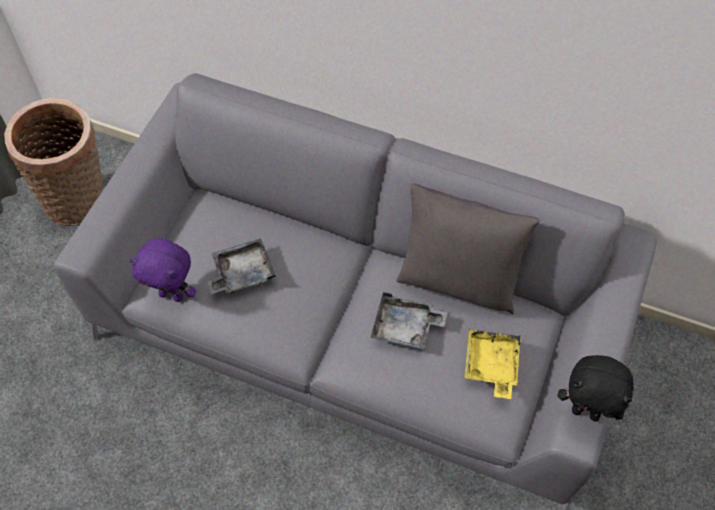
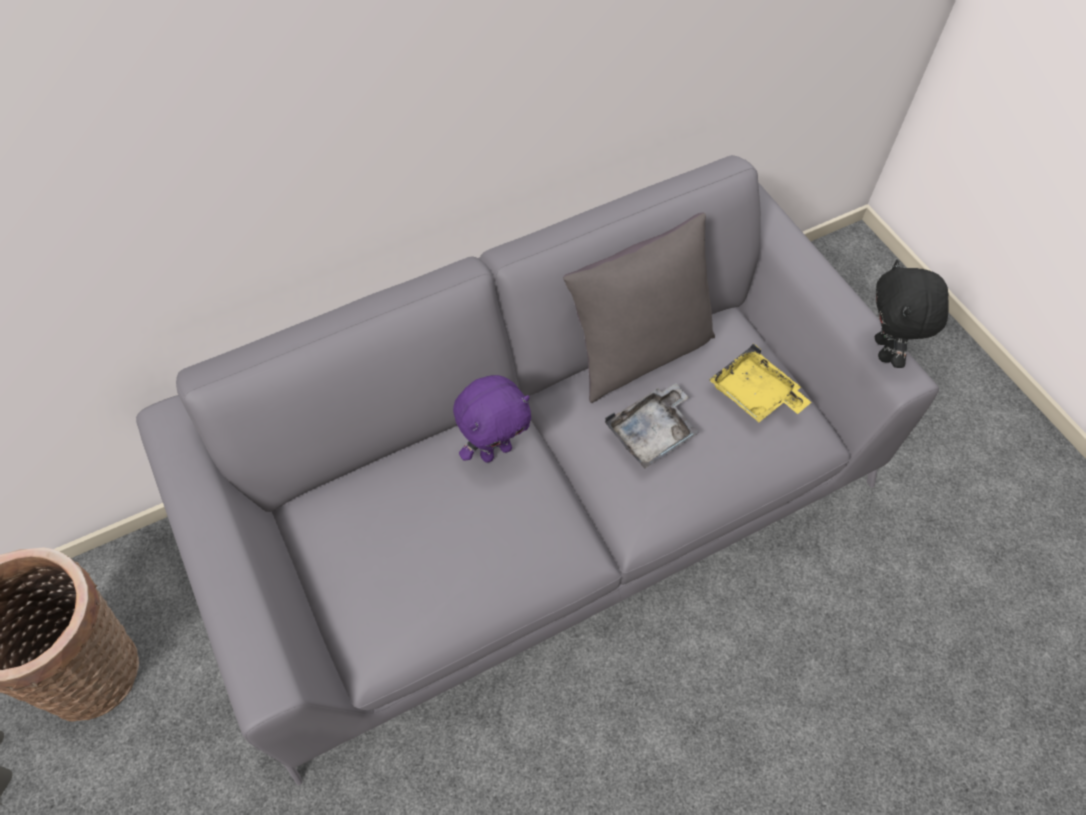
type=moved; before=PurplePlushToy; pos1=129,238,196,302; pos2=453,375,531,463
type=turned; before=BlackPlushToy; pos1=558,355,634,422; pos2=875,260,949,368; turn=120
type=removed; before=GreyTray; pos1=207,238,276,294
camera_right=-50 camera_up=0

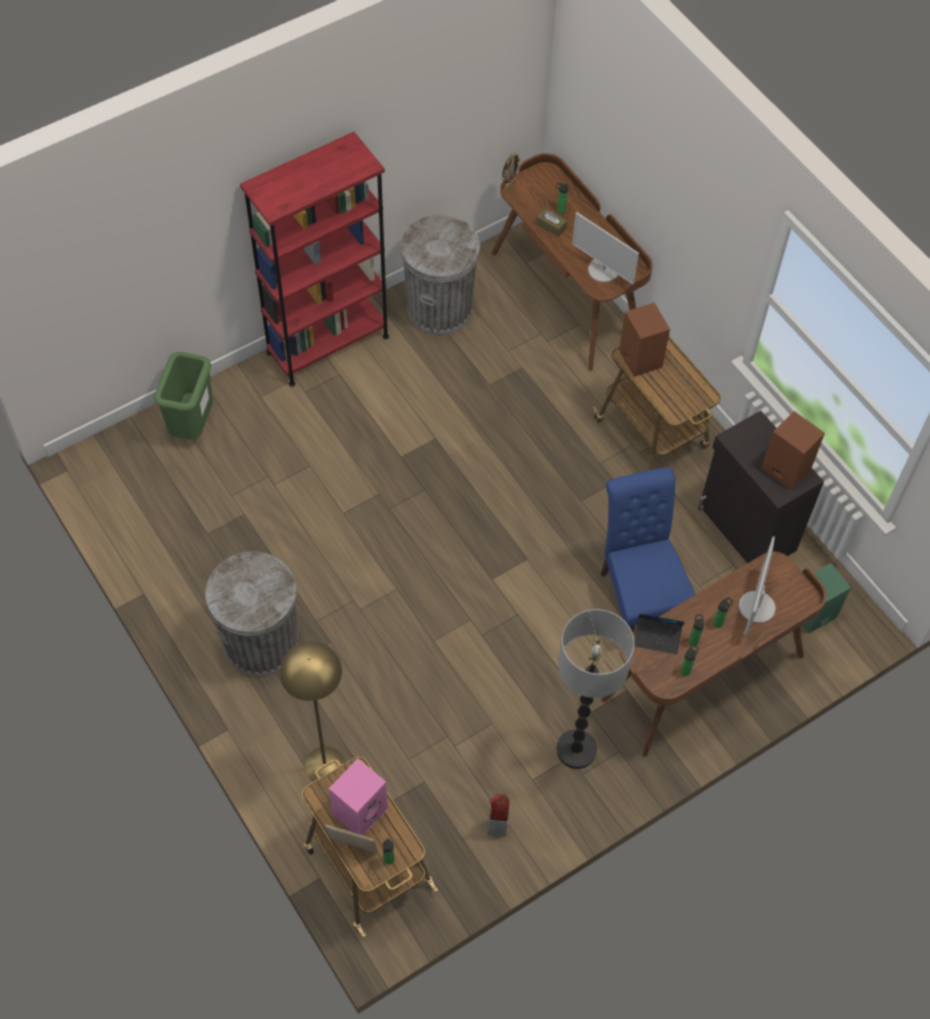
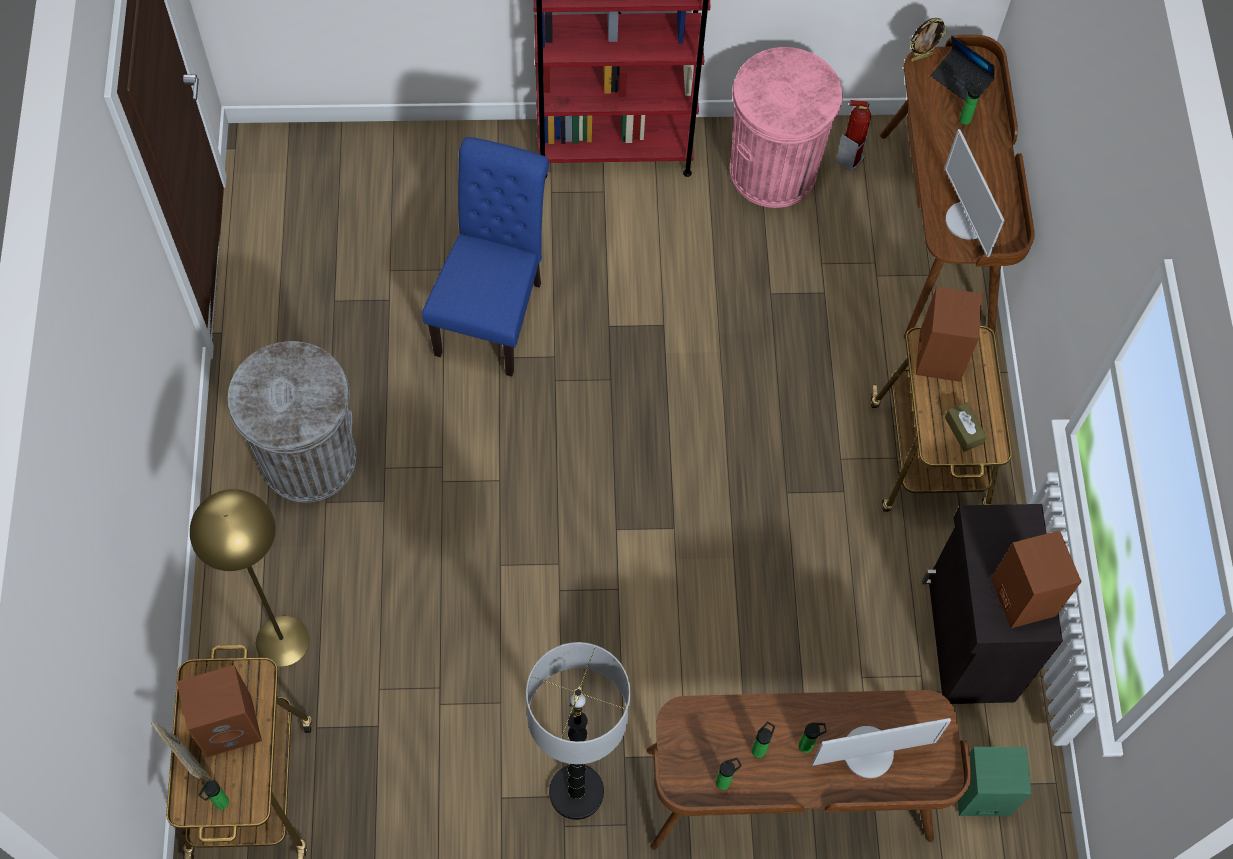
type=recoloured; before=PinkSpeaker; after=BrownSpeaker; pos1=329,758,388,836; pos2=176,665,262,758
type=moved; before=BlueChair; pos1=600,467,696,632; pos2=422,137,549,377
type=recoloured; before=GreyTrashCan; after=PinkTrashCan; pos1=400,215,480,335; pos2=730,47,843,208
type=turned; before=Monitor; pos1=739,536,776,637; pos2=812,718,951,778; turn=-150
type=moved; before=FireExtinguisher; pos1=488,793,510,836; pos2=836,100,871,172
type=moved; before=Laptop; pos1=634,614,685,654; pos2=931,36,995,101
type=moved; before=BrownTissueBox; pos1=536,208,567,237; pos2=945,402,987,452
type=removed; before=GreenTrashCan; pos1=154,352,213,440
camera_right=30 camera_up=5

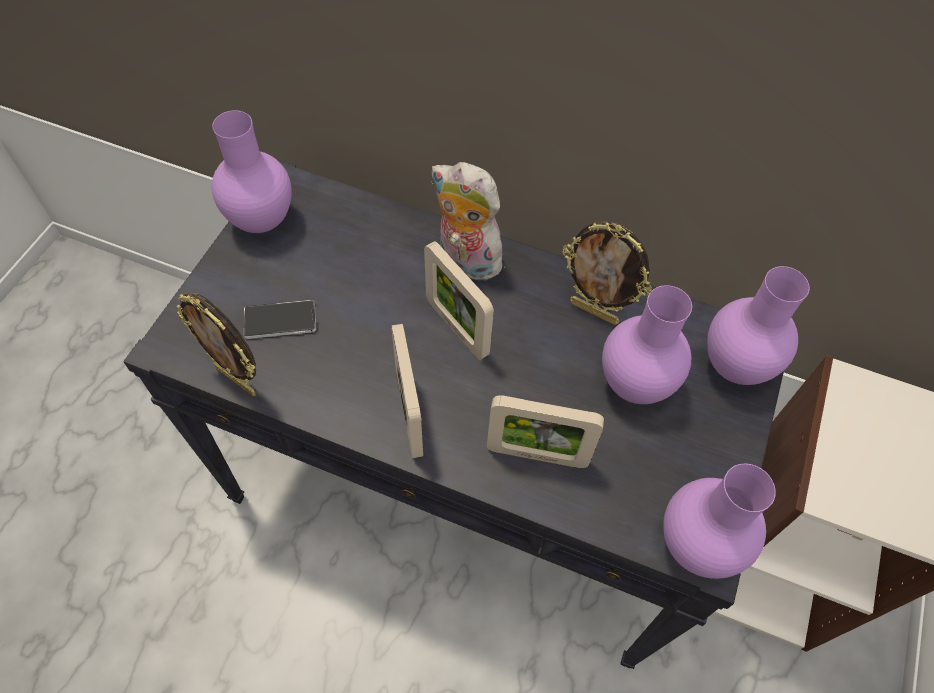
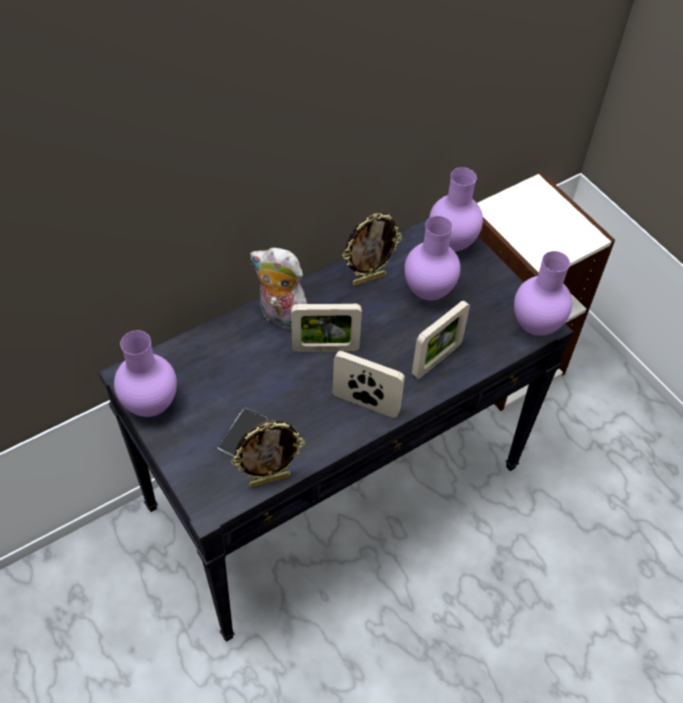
type=turned; before=PlushToy; pos1=431,162,510,281; pos2=250,247,307,329; turn=45
camera_right=-55 camera_up=-5

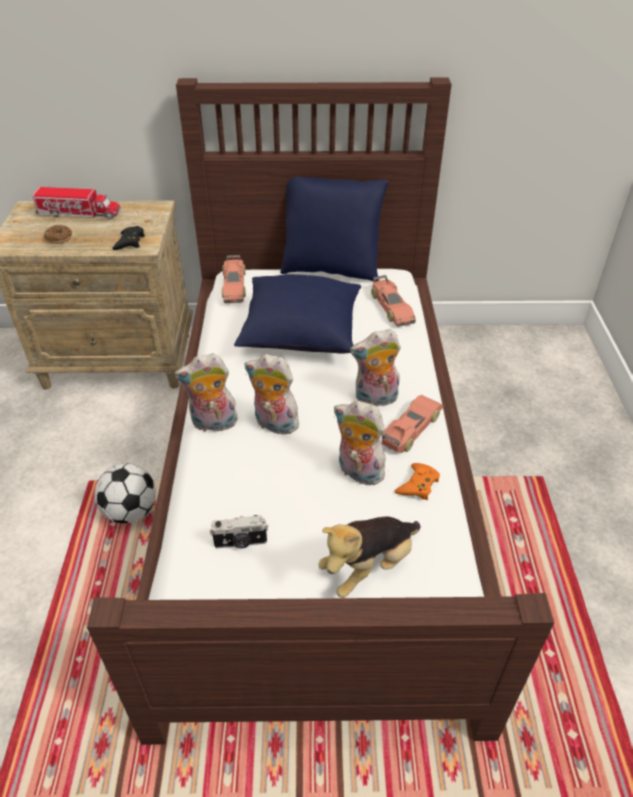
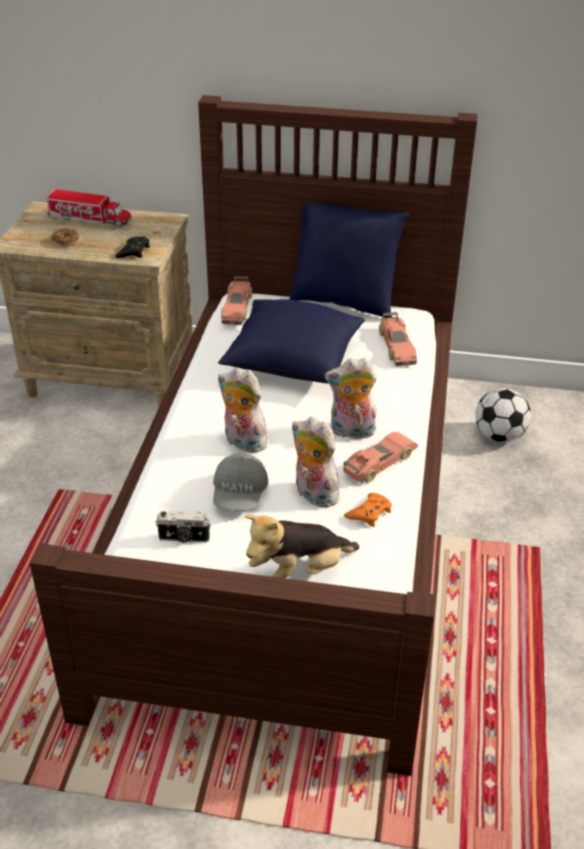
type=added; after=GreyCap; pos2=213,453,269,510
type=moved; before=Football; pos1=94,464,156,523; pos2=475,388,531,442
type=removed; before=PlushToy; pos1=174,353,238,432
camera_right=10 camera_up=-5

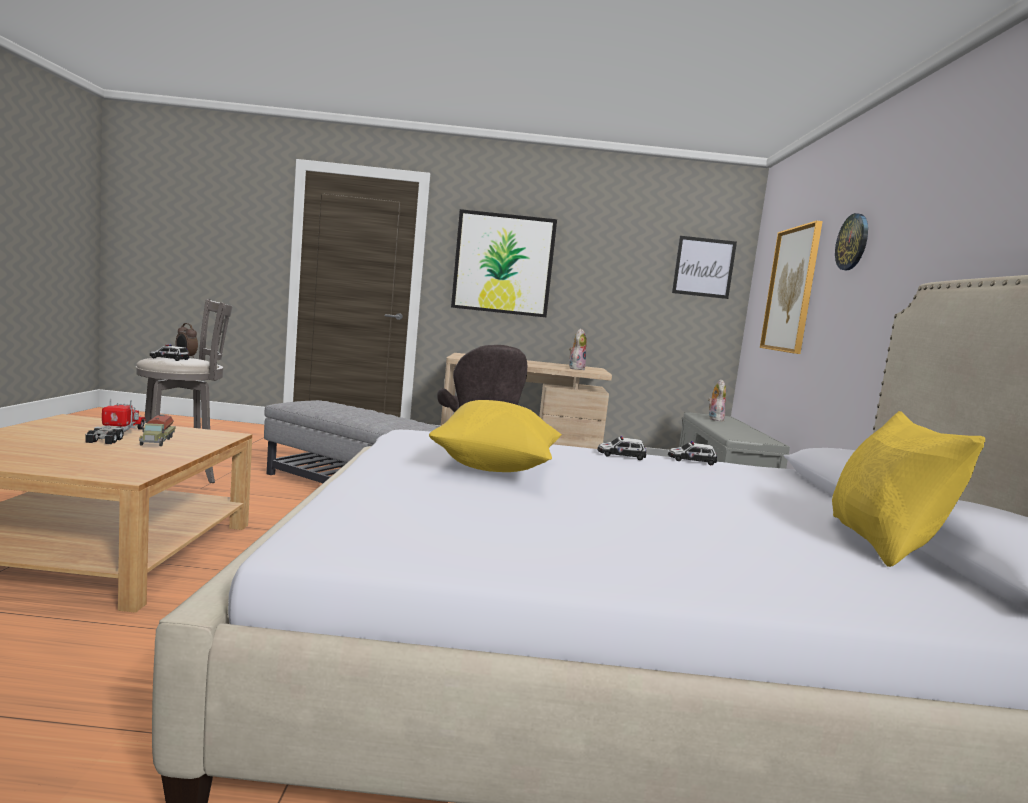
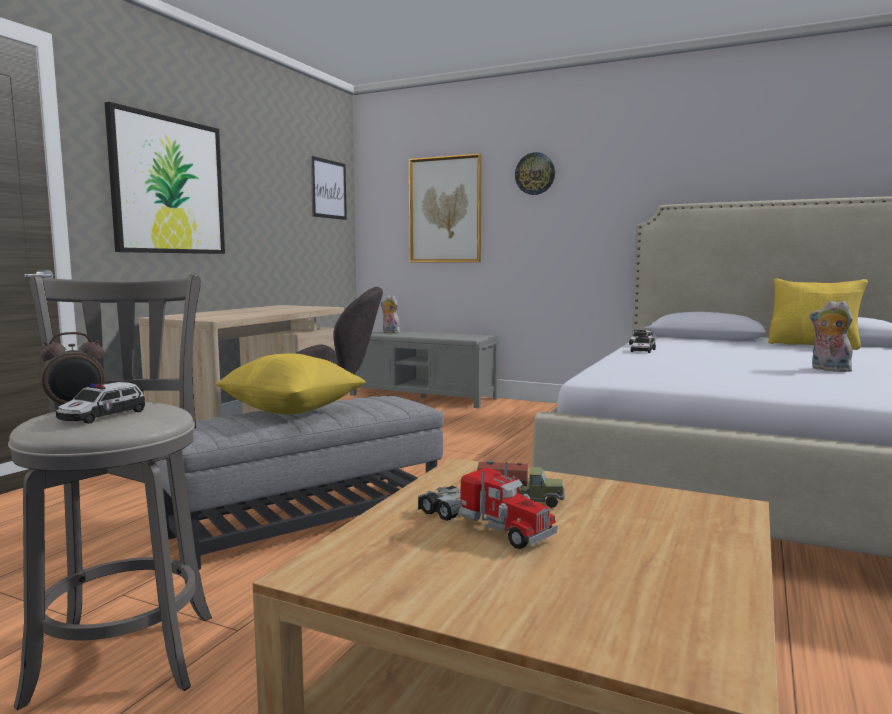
type=moved; before=YellowPillow; pos1=429,400,562,472; pos2=215,353,366,414
type=turned; before=ToyTruck; pos1=85,399,146,444; pos2=418,462,558,549; turn=-150
type=moved; before=PlushToy; pos1=569,329,587,370; pos2=810,301,853,372
camera_right=-65 camera_up=0

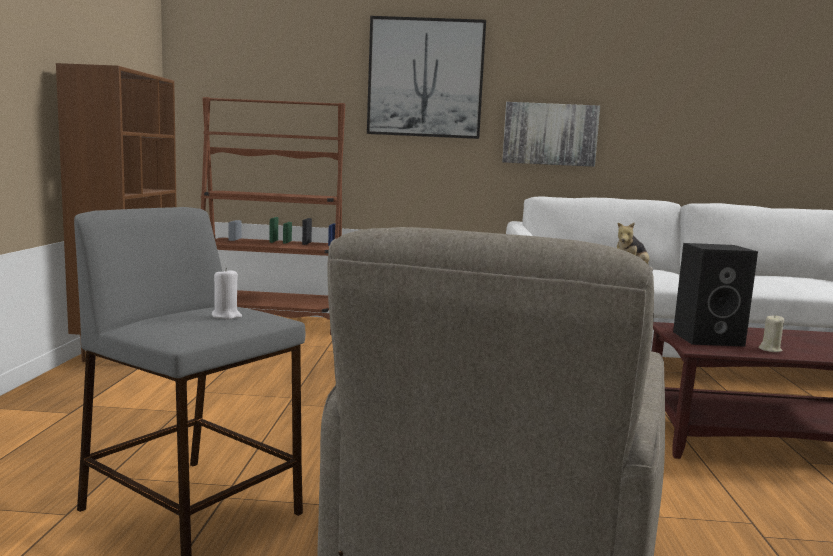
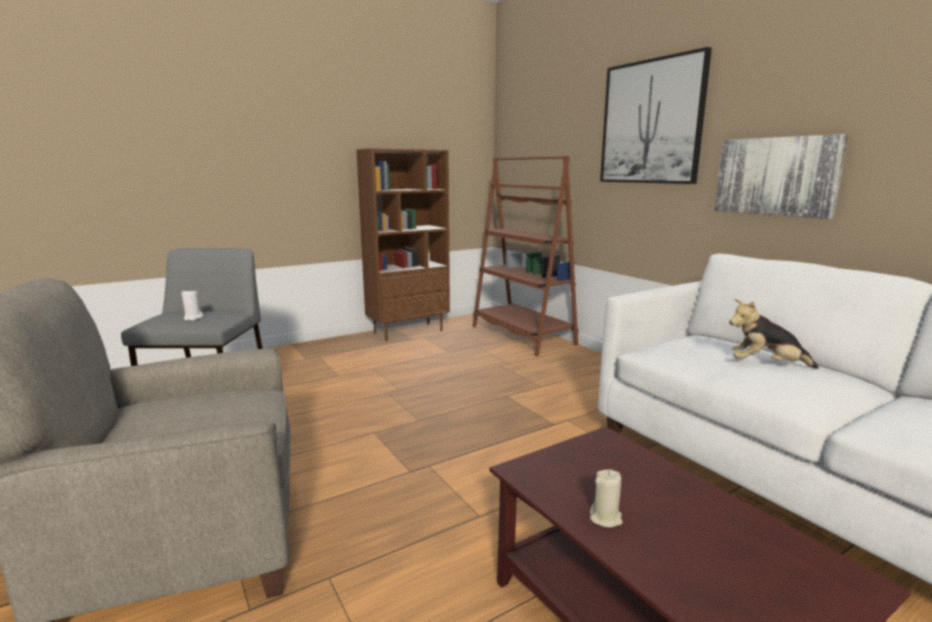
type=removed; before=BlackSpeaker; pos1=673,243,758,347
camera_right=55 camera_up=5

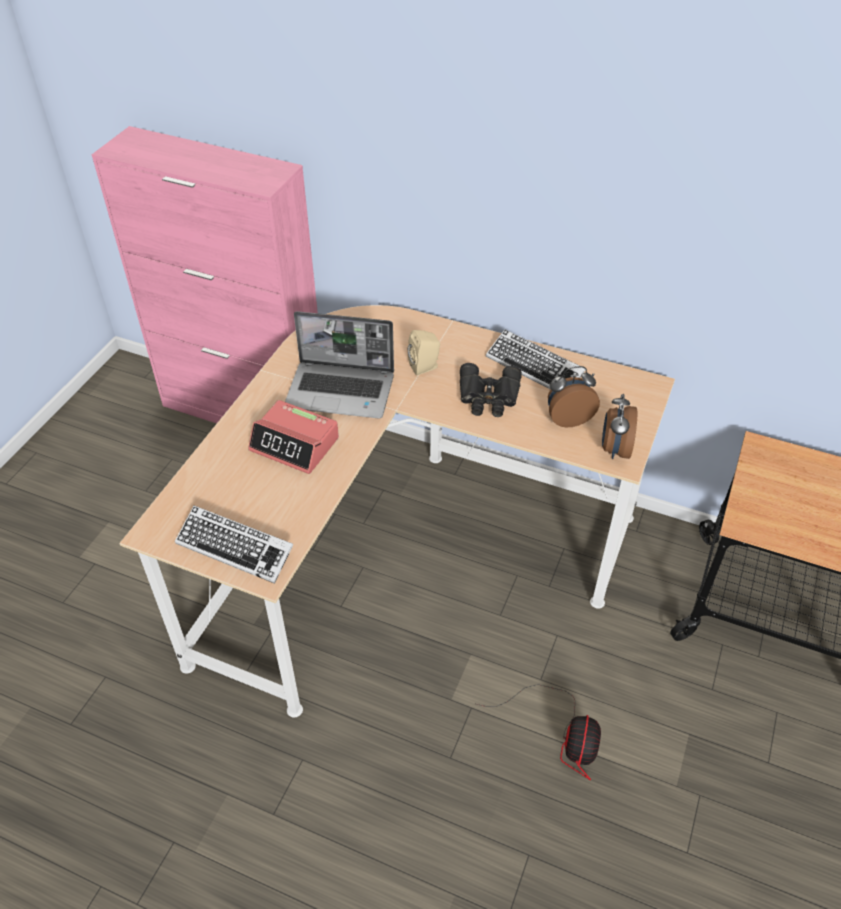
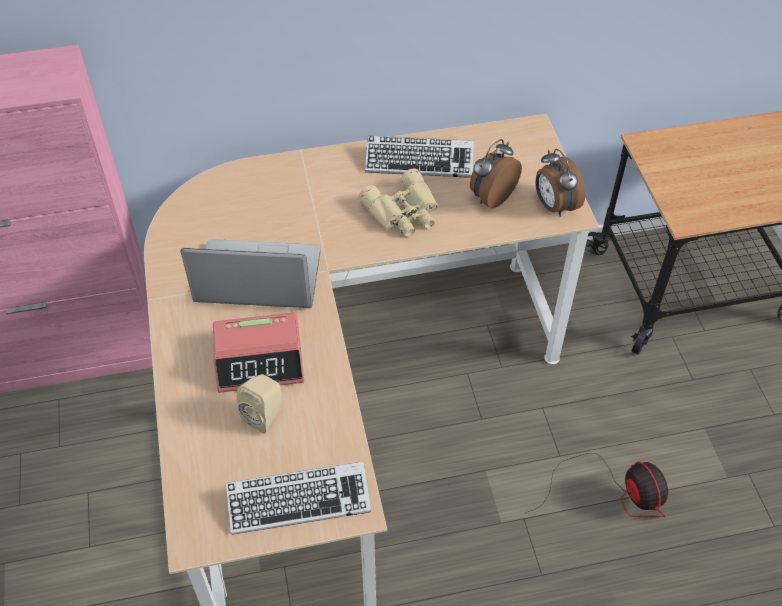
type=turned; before=Laptop; pos1=285,311,394,419; pos2=181,239,321,308; turn=-150
type=moved; before=BeigeSpeaker; pos1=407,330,440,375; pos2=237,374,282,434
type=recoloured; before=BlackBinoculars; after=BeigeBinoculars; pos1=460,363,522,417; pos2=359,168,438,237
camera_right=-35 camera_up=5

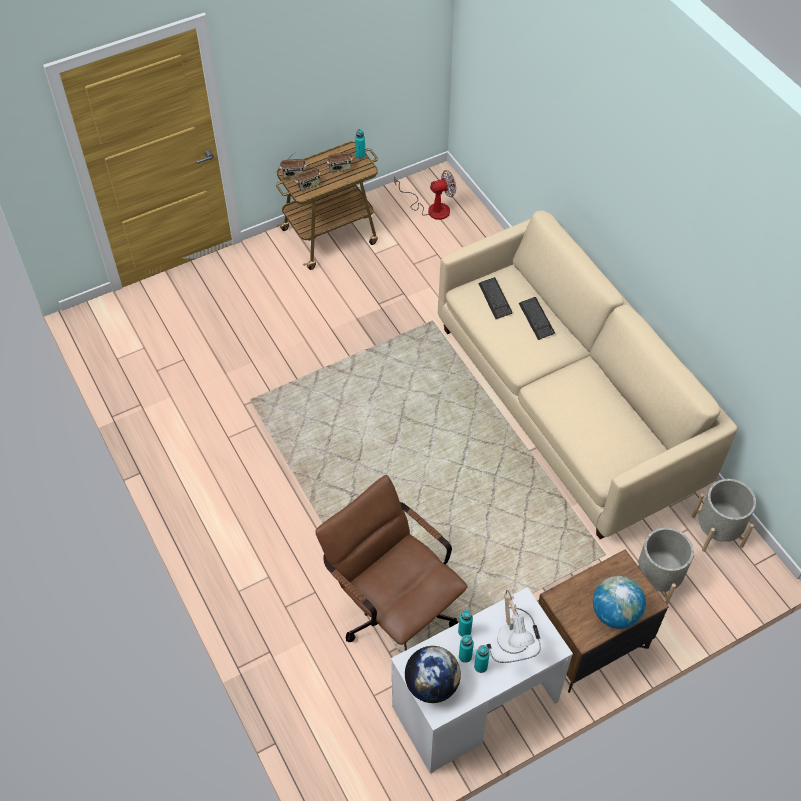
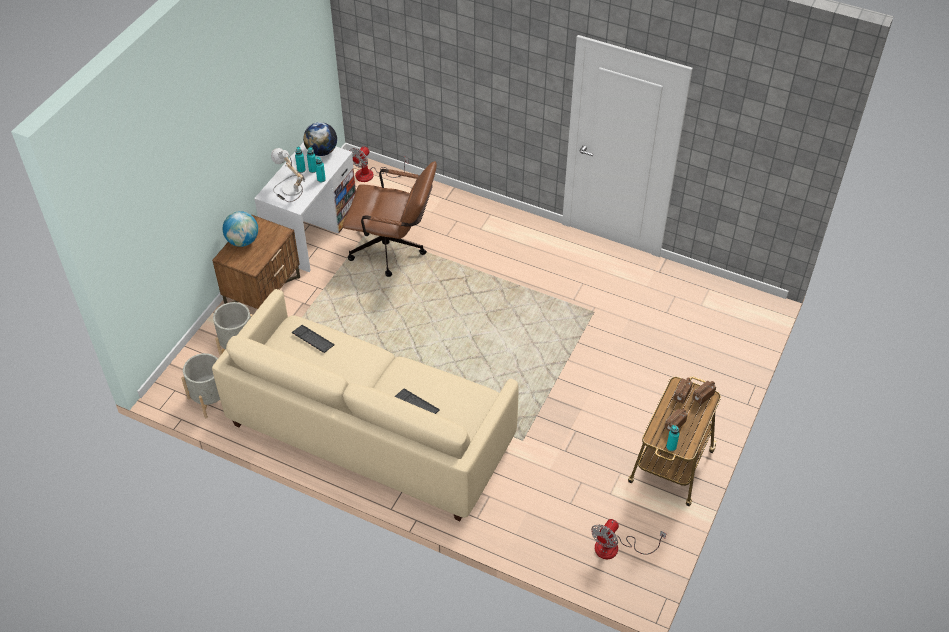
type=moved; before=Keyboard; pos1=478,277,513,319; pos2=292,325,335,353
type=added; after=Fan; pos2=349,146,408,182
camera_right=145 camera_up=-5

